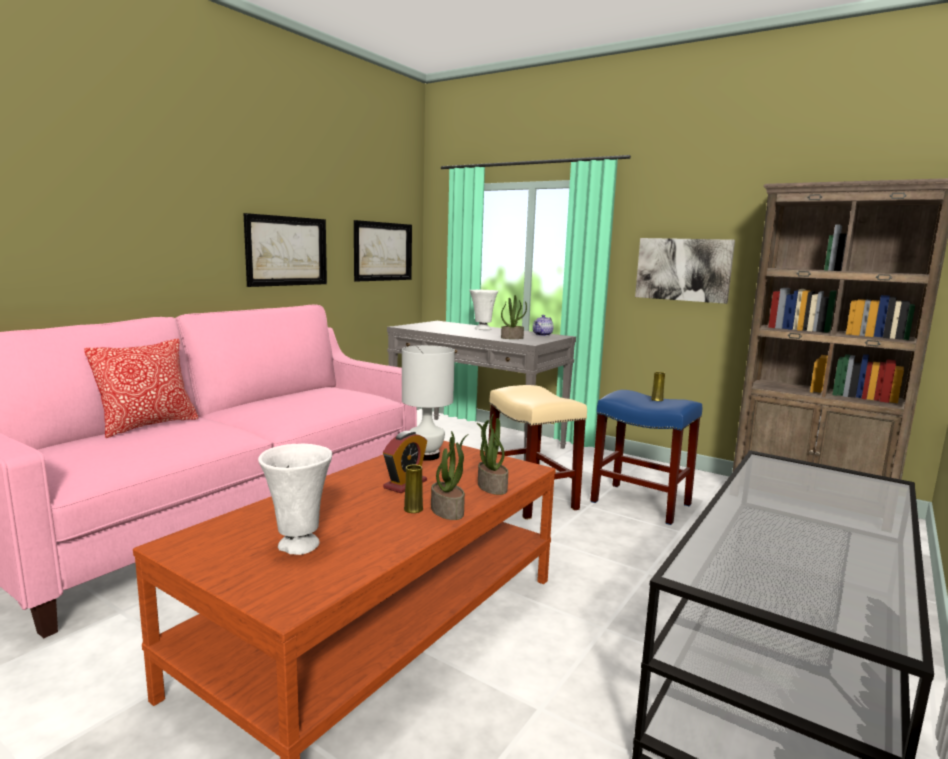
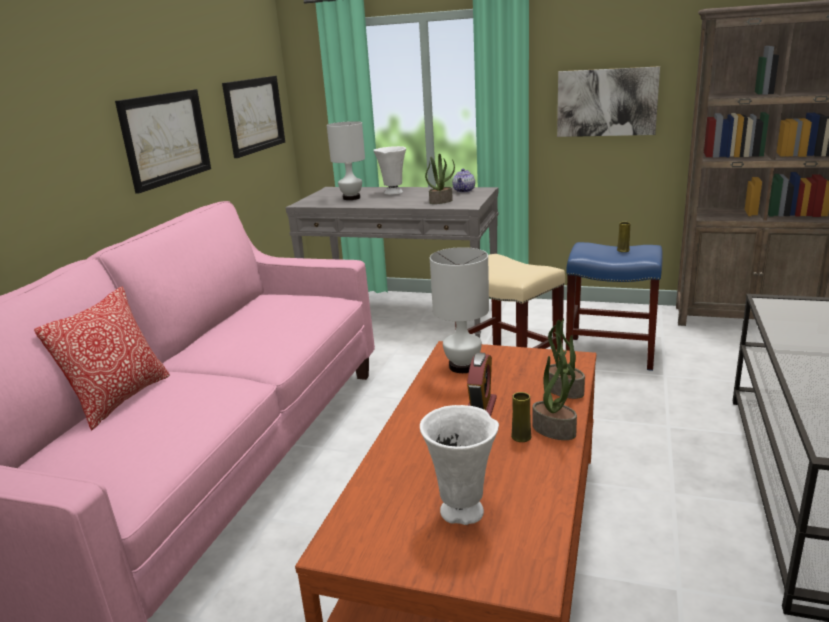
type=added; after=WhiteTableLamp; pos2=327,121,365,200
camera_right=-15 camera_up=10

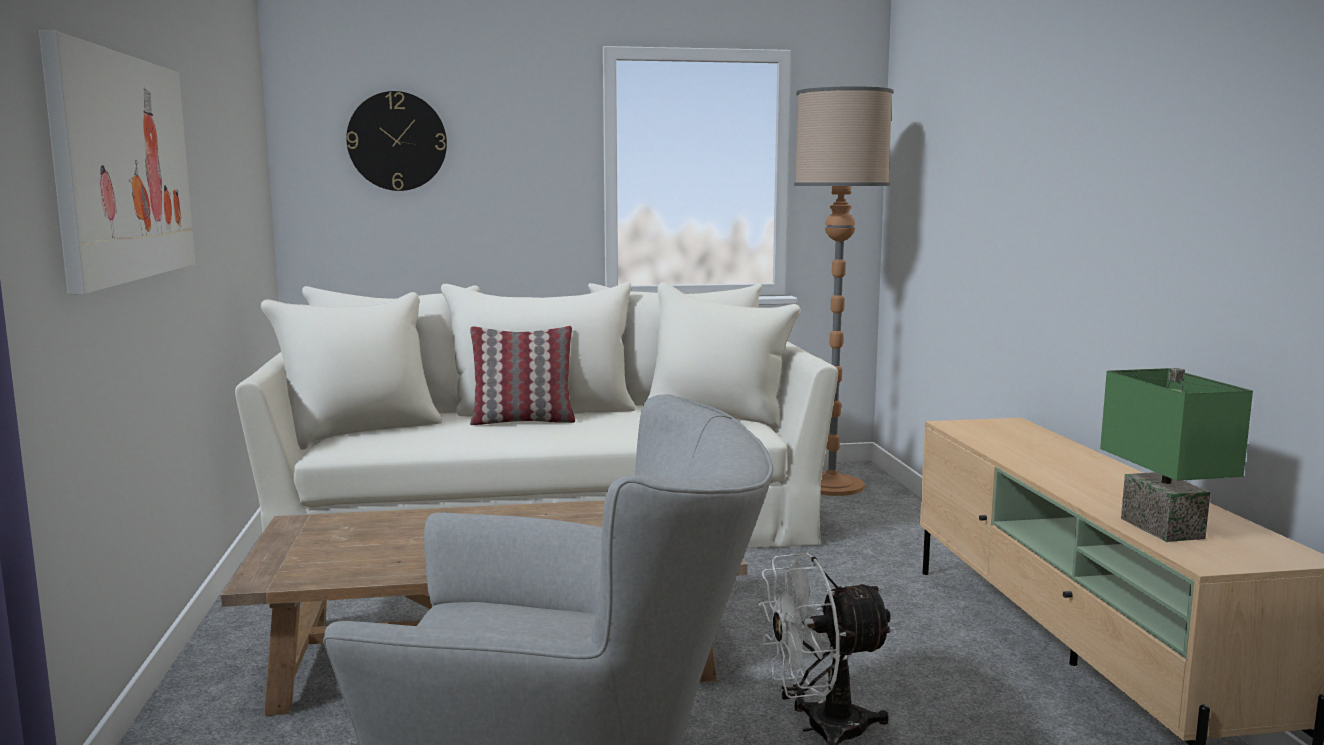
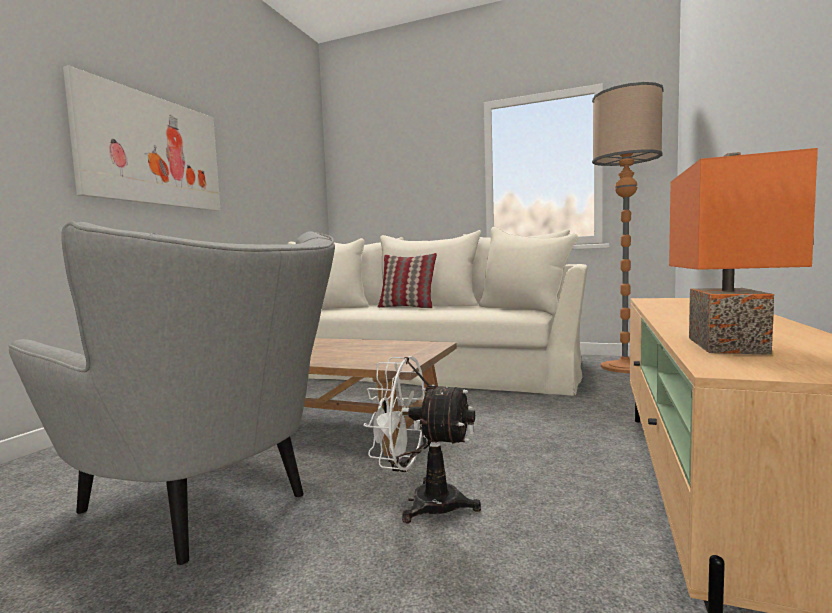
type=recoloured; before=GreenTableLamp; after=OrangeTableLamp; pos1=1100,368,1253,542; pos2=669,148,818,355
type=removed; before=WallClock; pos1=346,91,447,191
camera_right=30 camera_up=-5

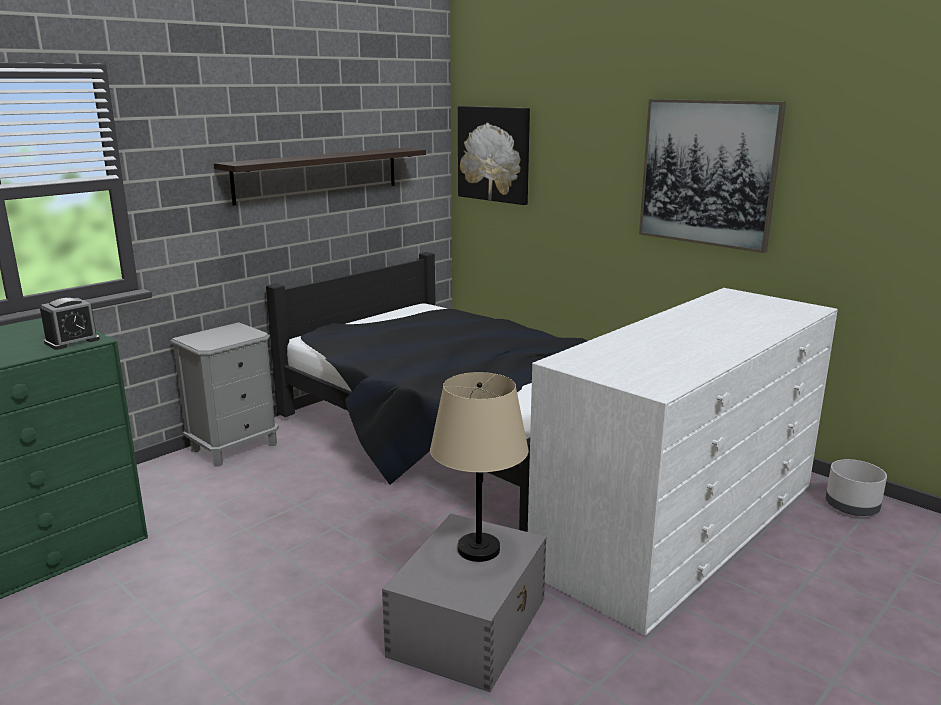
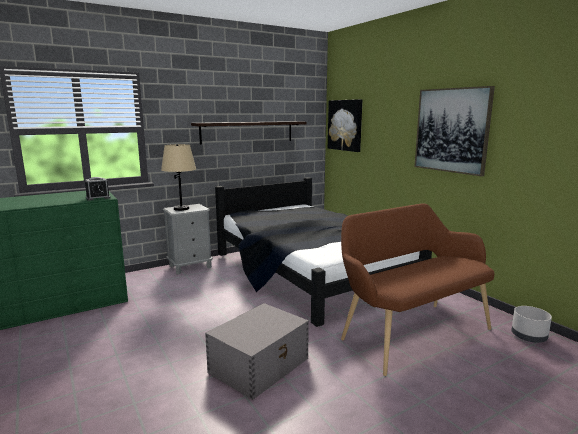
type=moved; before=BeigeTableLamp; pos1=430,372,529,562; pos2=161,144,196,211
type=replaced; before=WhiteDresser; after=BrownBench; pos1=528,288,838,636; pos2=341,203,494,376
camera_right=15 camera_up=-5

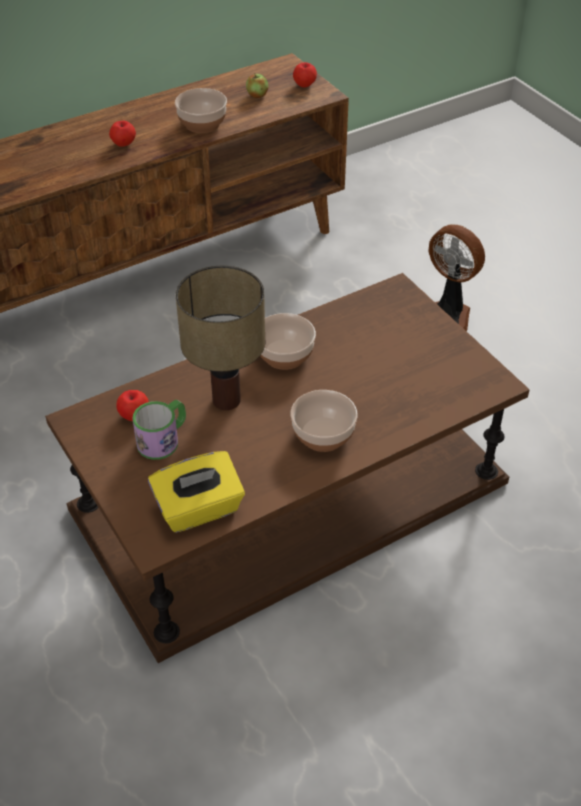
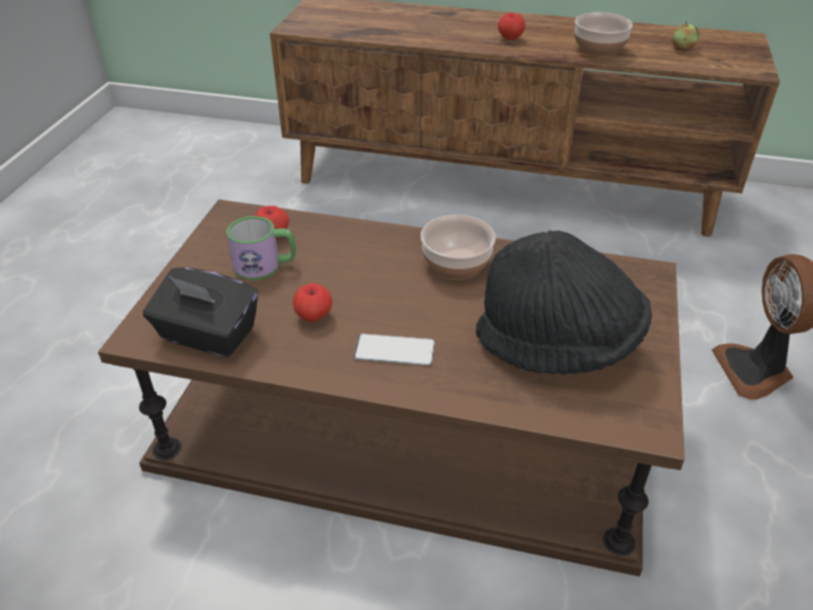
type=recoloured; before=YellowTissueBox; after=BlackTissueBox; pos1=148,451,245,533; pos2=143,267,258,357
type=moved; before=Apple; pos1=293,62,317,87; pos2=293,283,332,322
type=replaced; before=Bowl; after=Phone; pos1=291,390,358,452; pos2=353,334,435,365
type=added; after=BlackHat; pos2=476,231,652,375
type=removed; before=TableLamp; pos1=176,265,265,410
camera_right=45 camera_up=-5

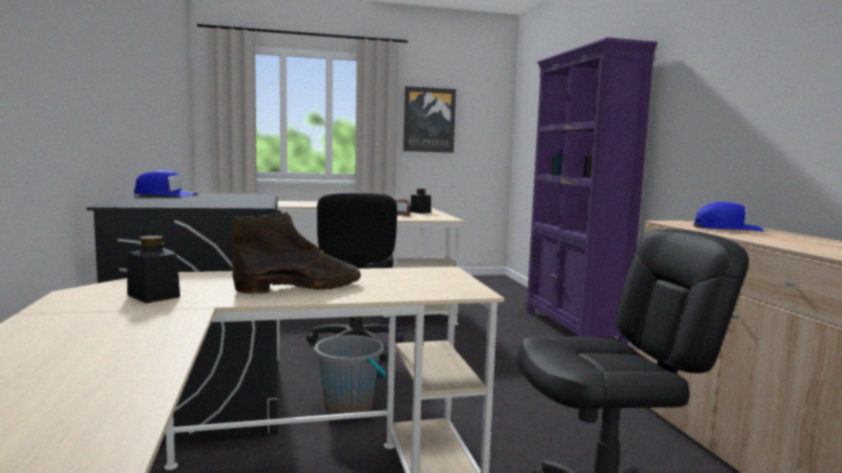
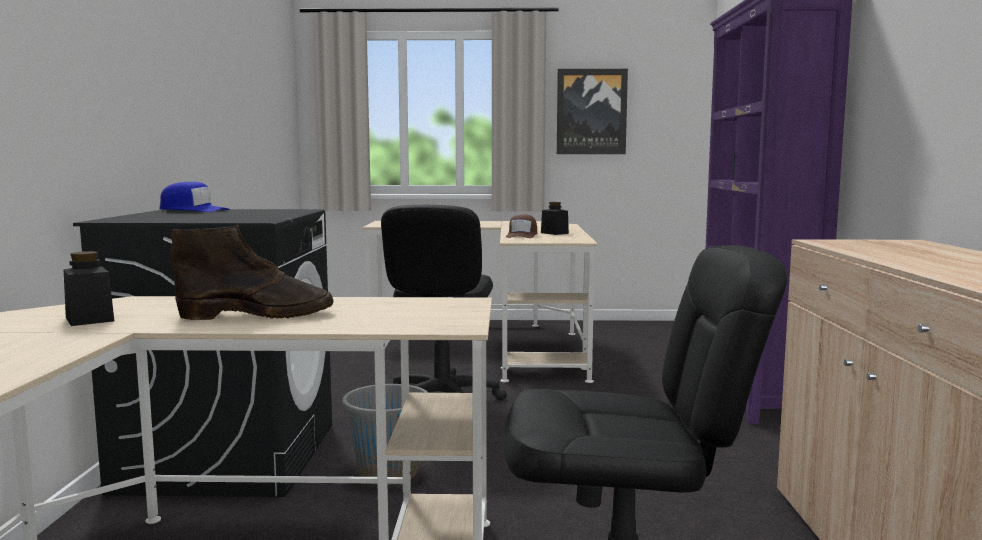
type=removed; before=BlueCap; pos1=693,202,764,232
camera_right=15 camera_up=0

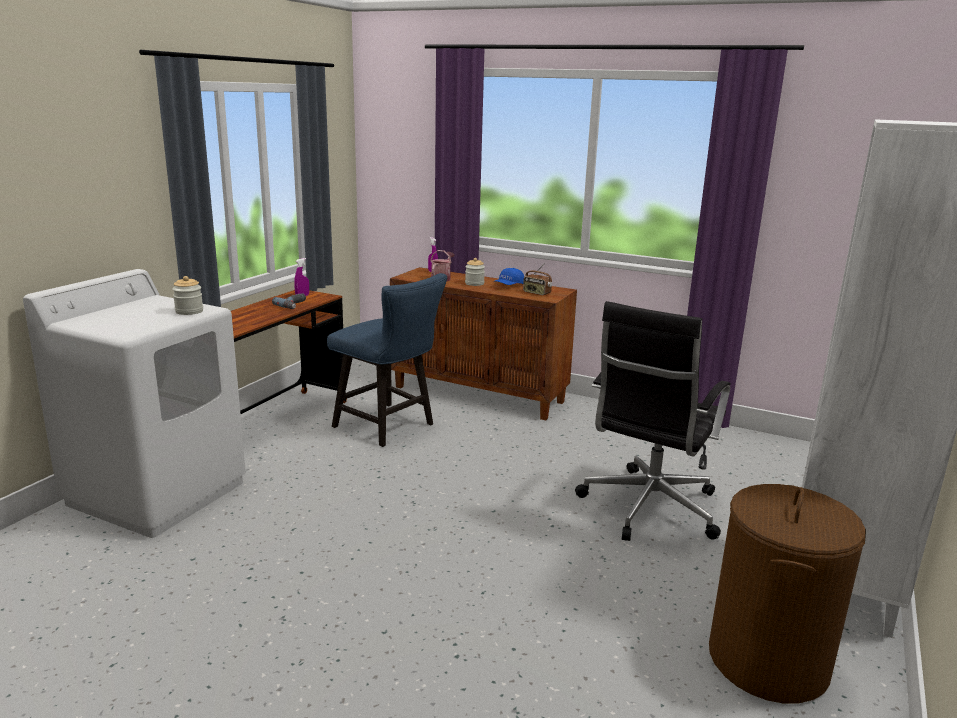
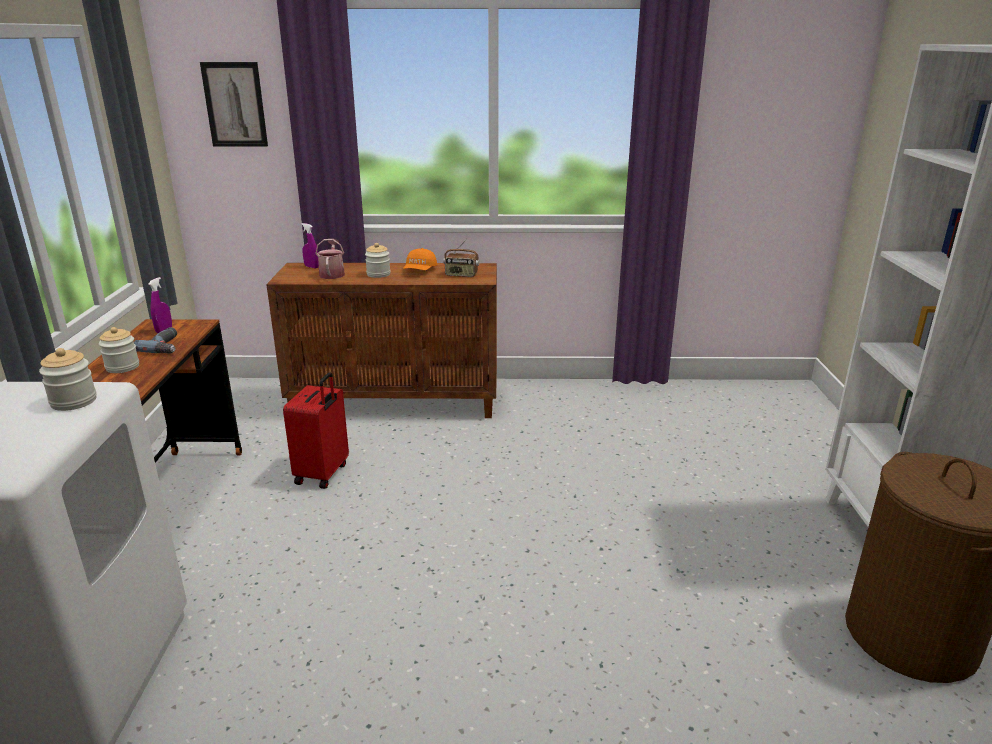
type=added; after=Jar; pos2=99,327,139,373
type=added; after=Picture; pos2=200,62,268,146
type=replaced; before=BlueChair; after=RedSuitcase; pos1=327,273,447,447; pos2=283,372,349,489
type=recoloured; before=BlueCap; after=OrangeCap; pos1=493,268,524,285; pos2=403,248,437,270
type=removed; before=BlackOfficeChair; pos1=575,301,731,541
camera_right=-25 camera_up=5

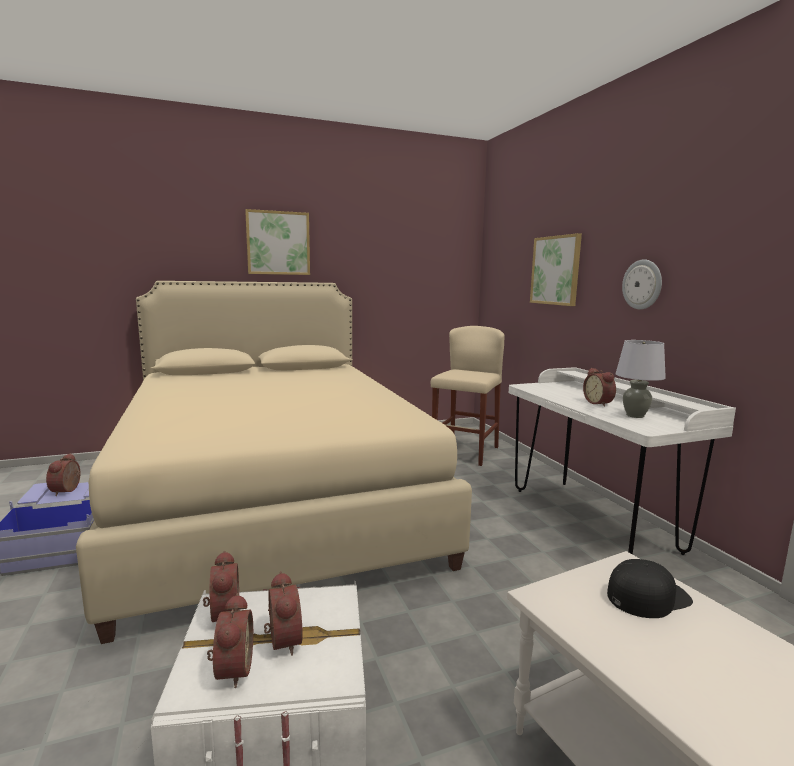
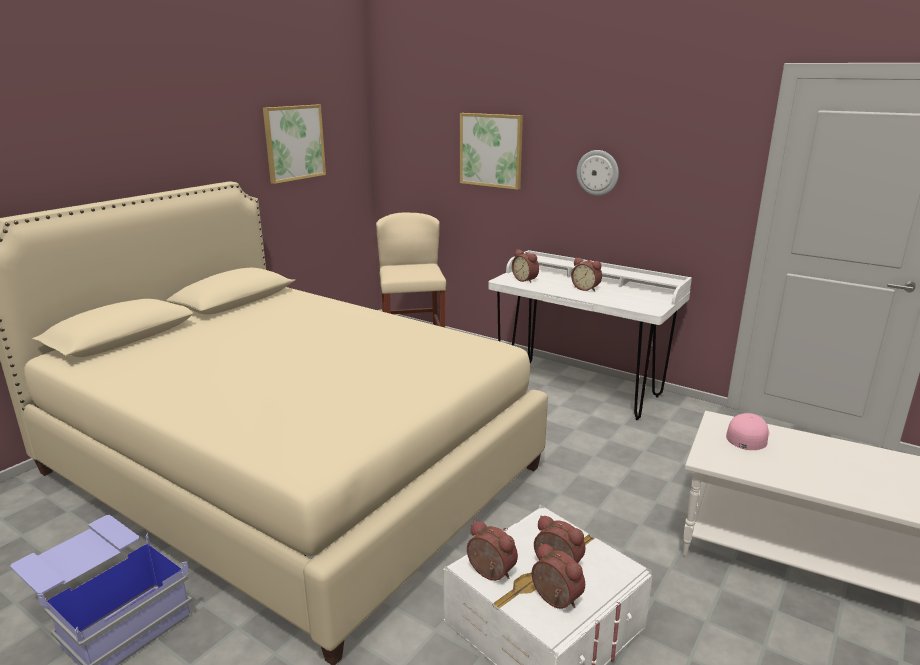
type=moved; before=Picture; pos1=245,209,310,275; pos2=263,105,326,184
type=moved; before=AlarmClock; pos1=46,453,81,496; pos2=512,249,539,283
type=recoloured; before=BlackCap; after=PinkCap; pos1=607,559,693,618; pos2=726,413,770,450
type=removed; before=GreyTableLamp; pos1=616,340,666,418
camera_right=-35 camera_up=10

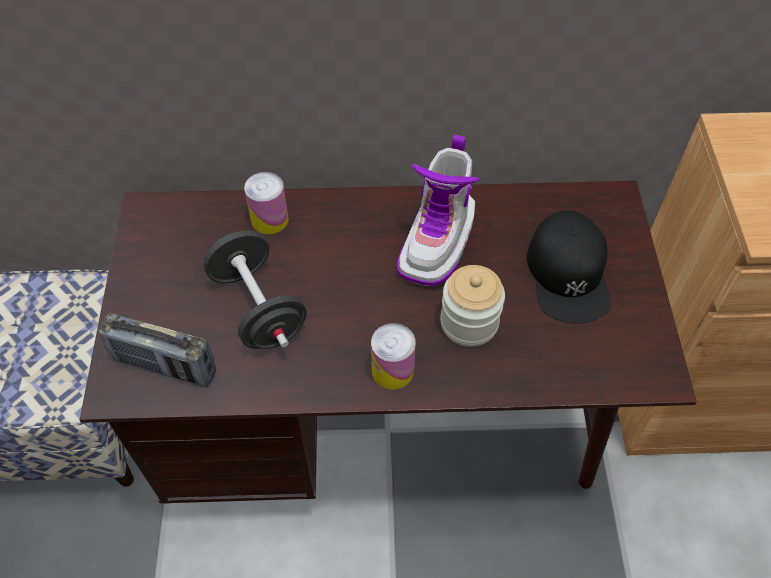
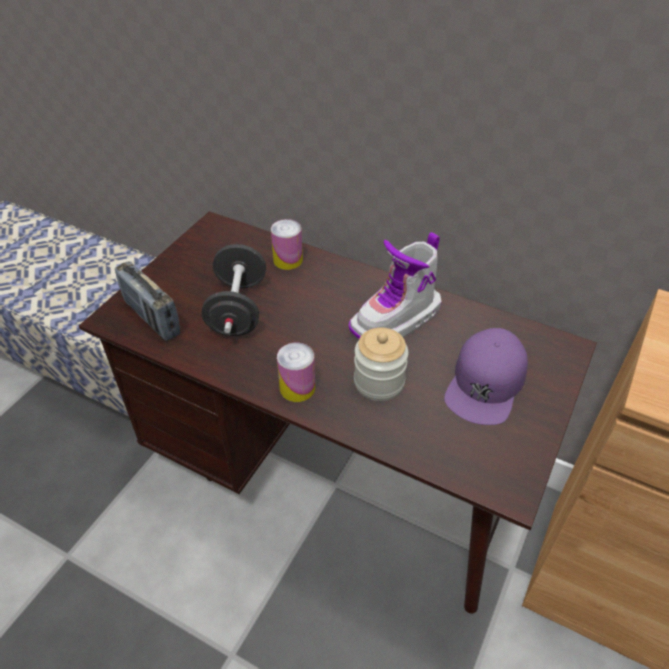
type=recoloured; before=BlackCap; after=PurpleCap; pos1=527,210,611,323; pos2=444,328,528,425
camera_right=30 camera_up=-10

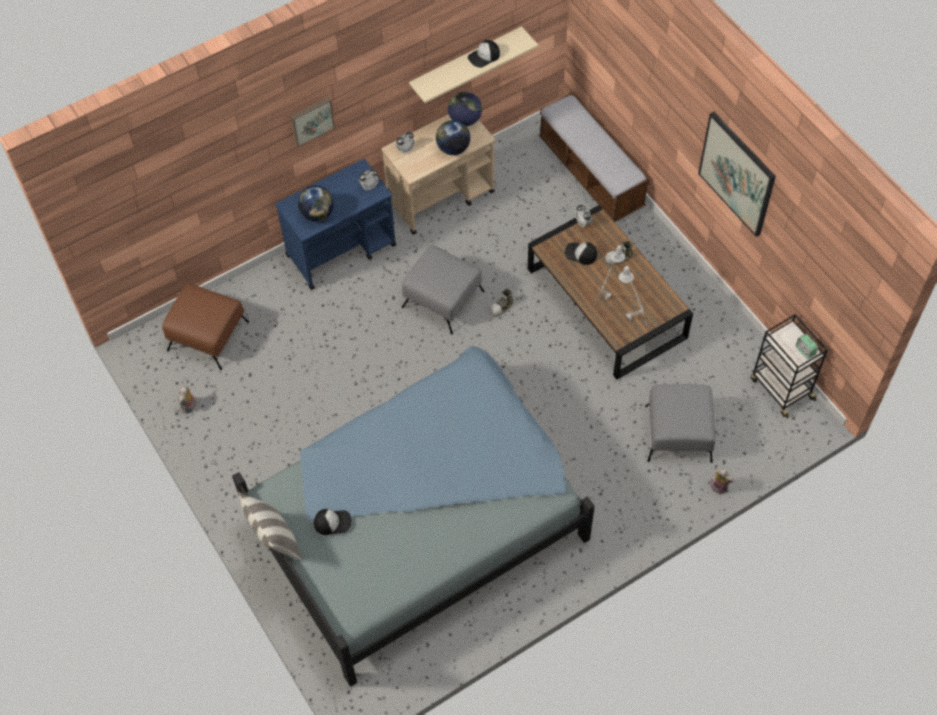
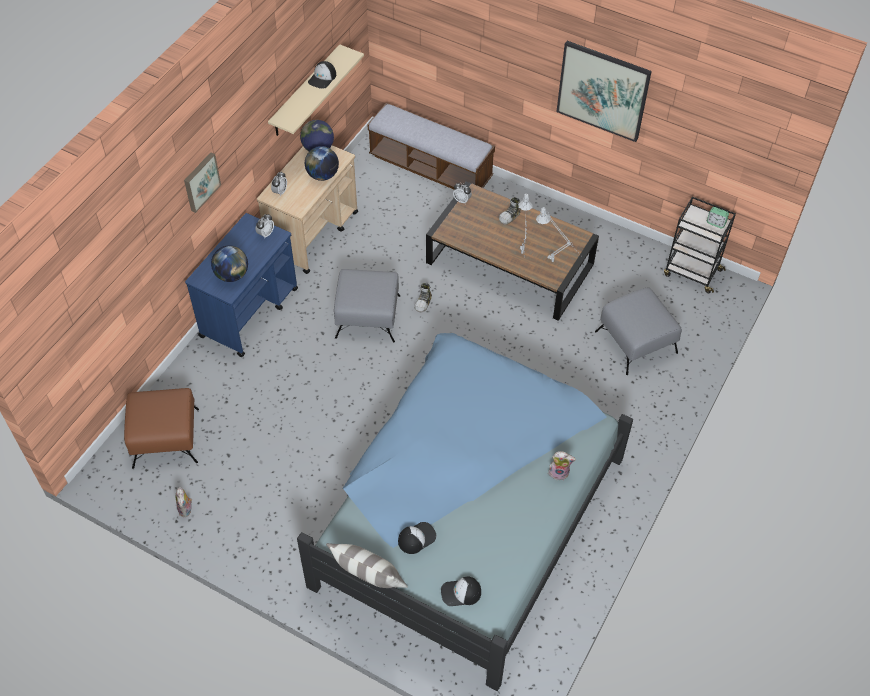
type=moved; before=Cap; pos1=564,242,597,265; pos2=441,577,481,606
type=moved; before=PlushToy; pos1=710,468,733,495; pos2=548,451,576,480
camera_right=-30 camera_up=-5

